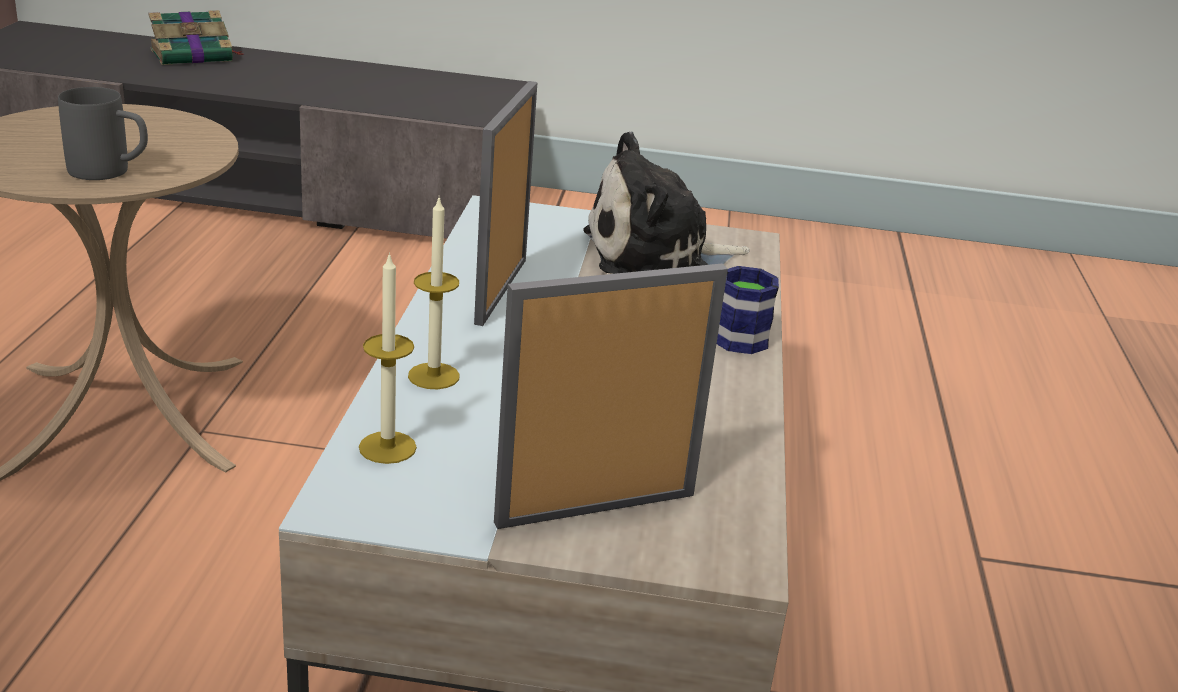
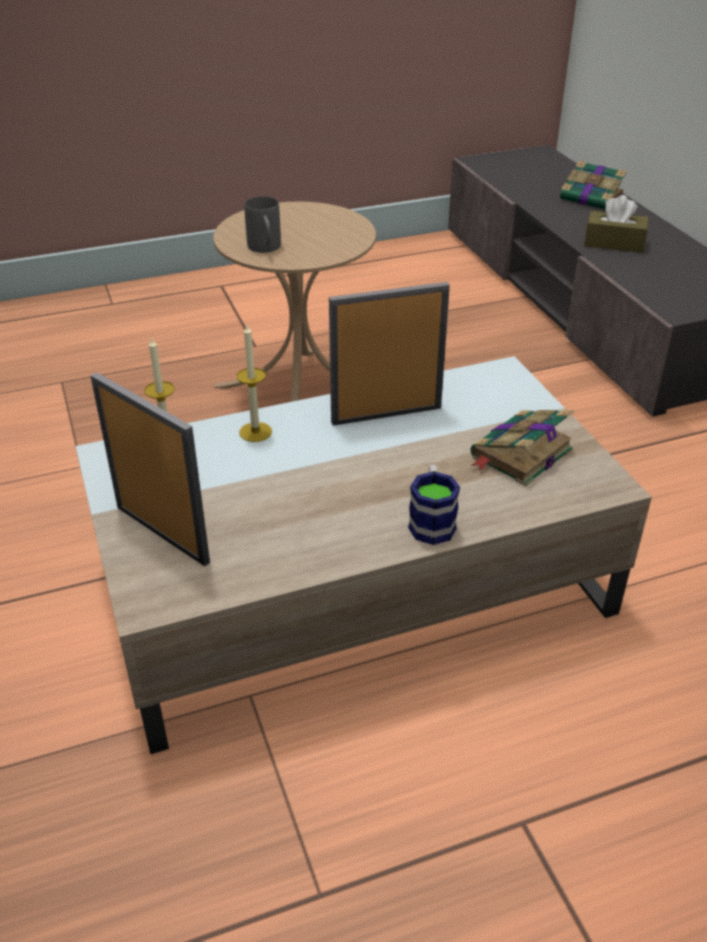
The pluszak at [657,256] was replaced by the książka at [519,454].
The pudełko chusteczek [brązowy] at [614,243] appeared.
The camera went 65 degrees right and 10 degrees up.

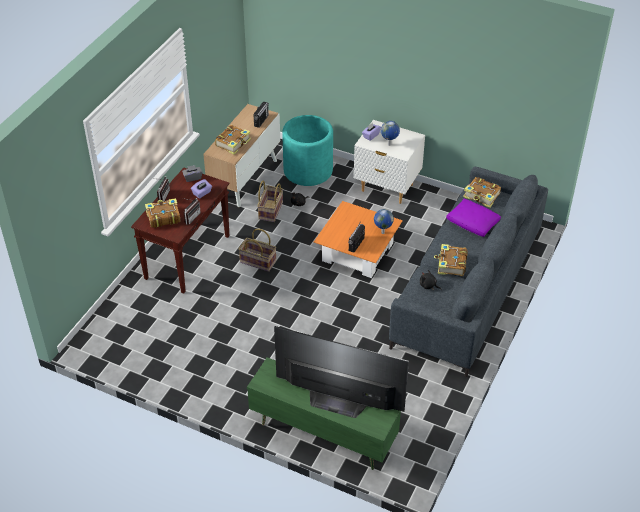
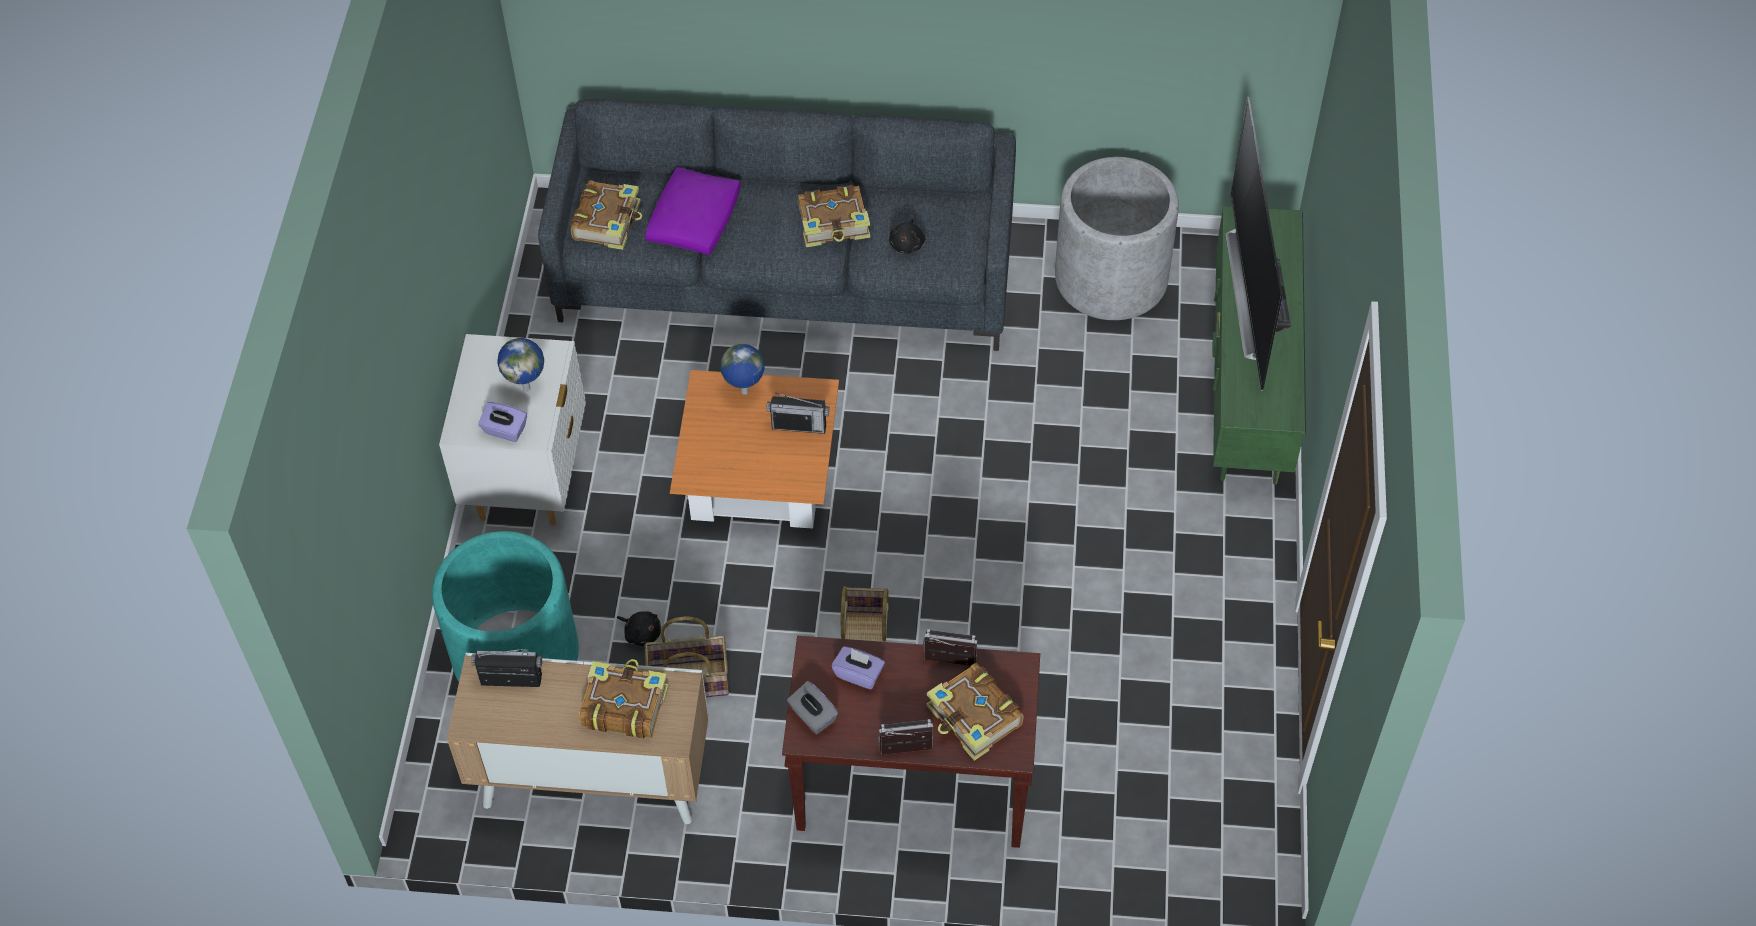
The donica [szary] at [1111,278] appeared.
The camera went 110 degrees left and 10 degrees up.

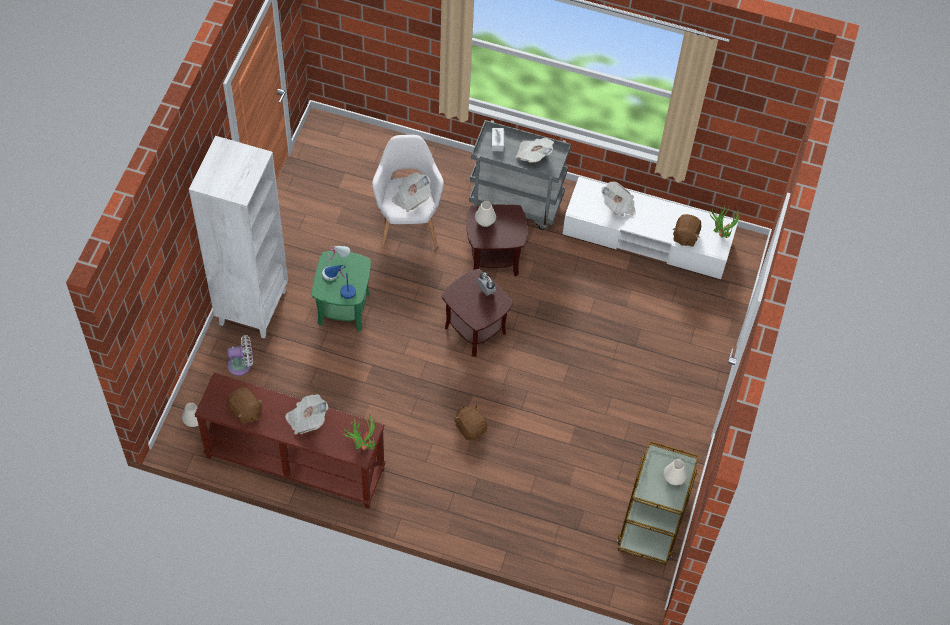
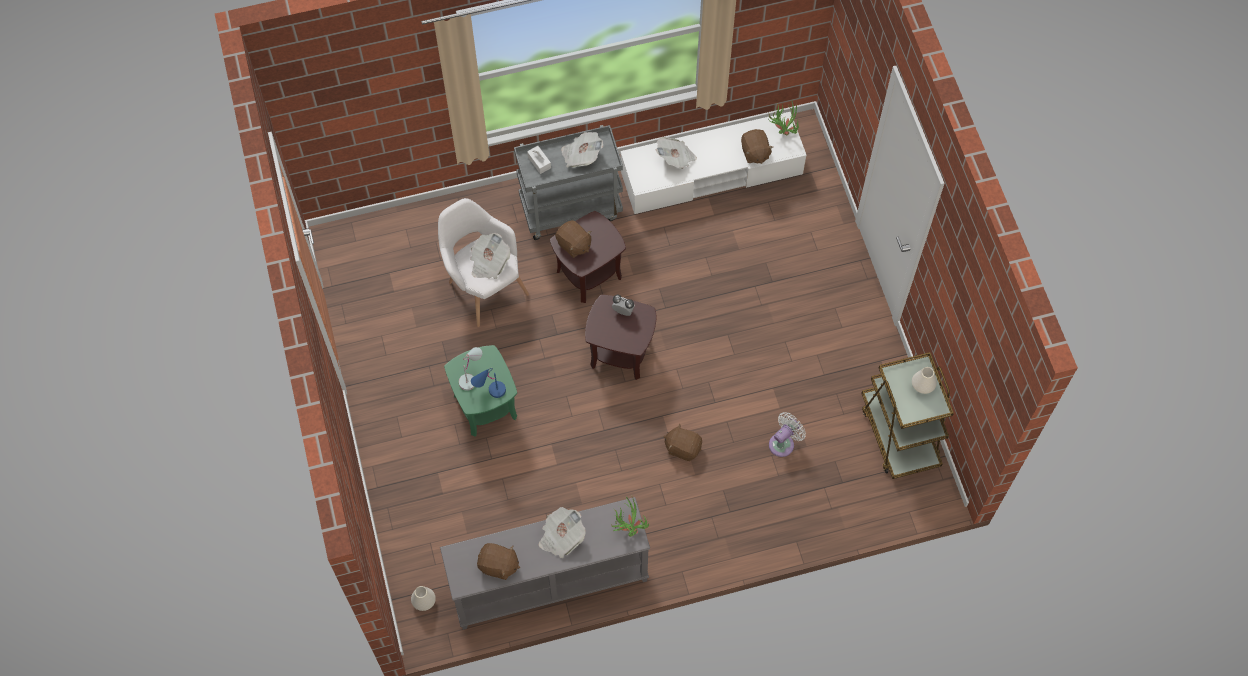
The regał [biały] at [252,307] disappeared.
The stolik konsolowy [brązowy] at [294,464] became the stolik konsolowy [szary] at [549,583].
The wentylator [biały] moved from [242,365] to [783,443].
The wazon [biały] at [485,221] was replaced by the pluszak [brązowy] at [573,245].
The camera went 30 degrees left and 5 degrees up.

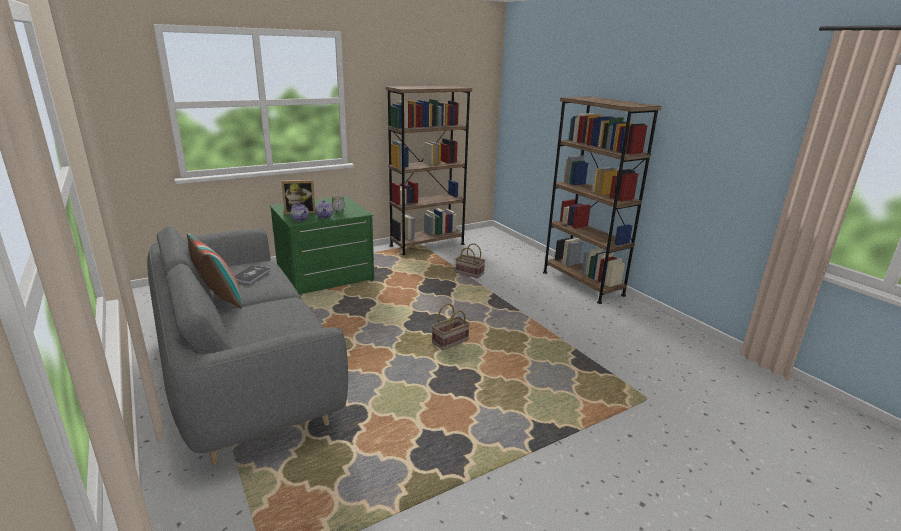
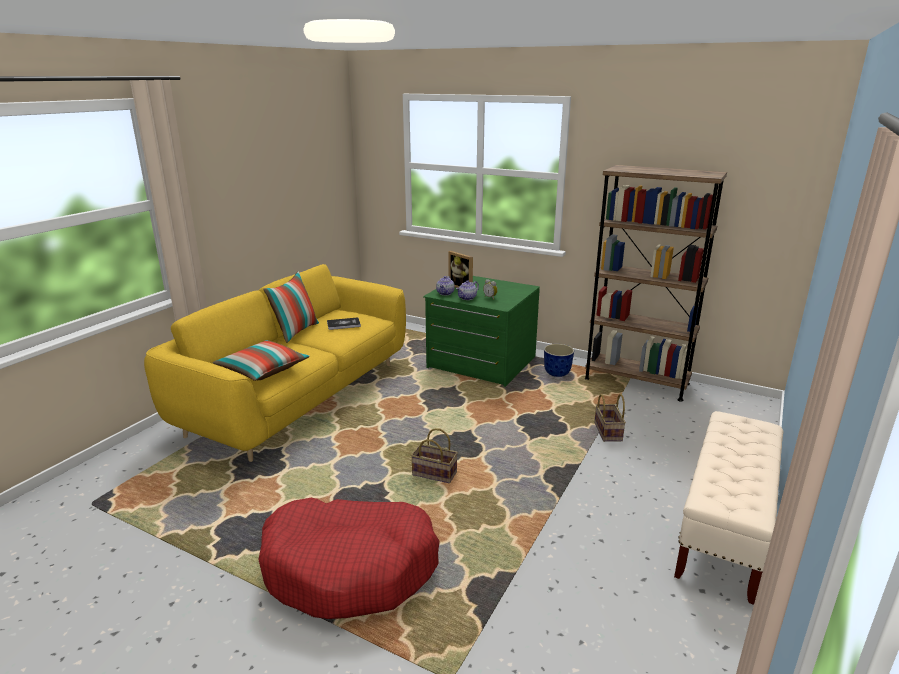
The kanapa [szary] at [243,369] became the kanapa [żółty] at [298,397].
The regał [brązowy] at [582,283] was replaced by the ławka [beżowy] at [724,530].
The poduszka at [263,370] appeared.
The legowisko [czerwony] at [350,568] appeared.
The donica at [557,373] appeared.
The camera went 60 degrees right and 0 degrees up.

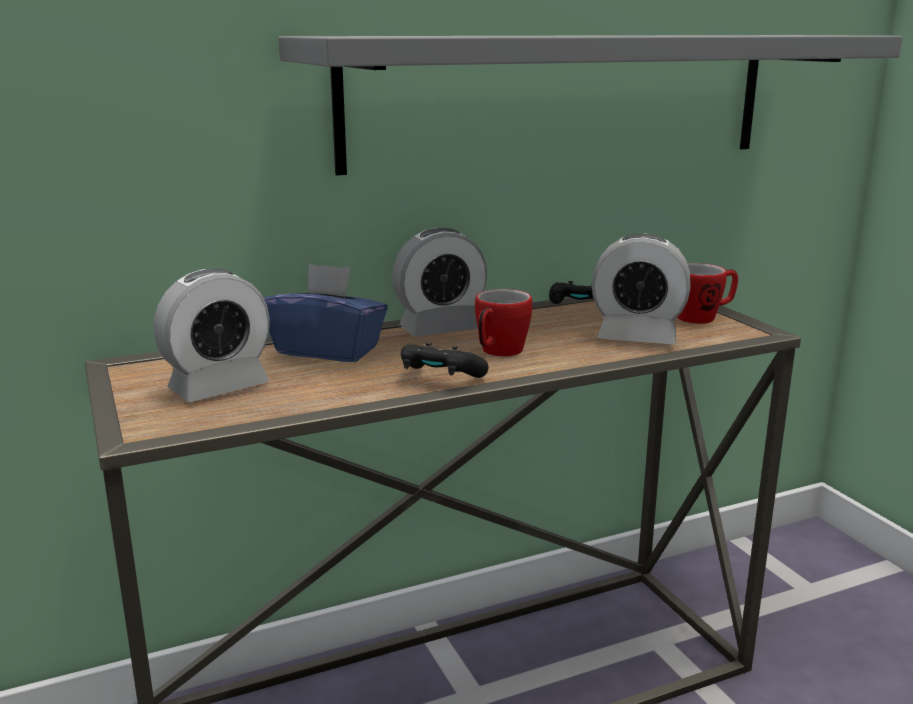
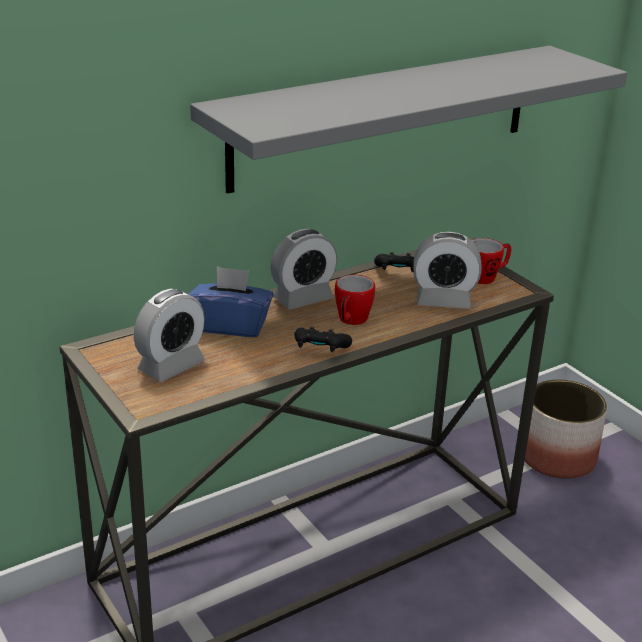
The donica at [558,458] appeared.
The camera went 10 degrees left and 10 degrees up.

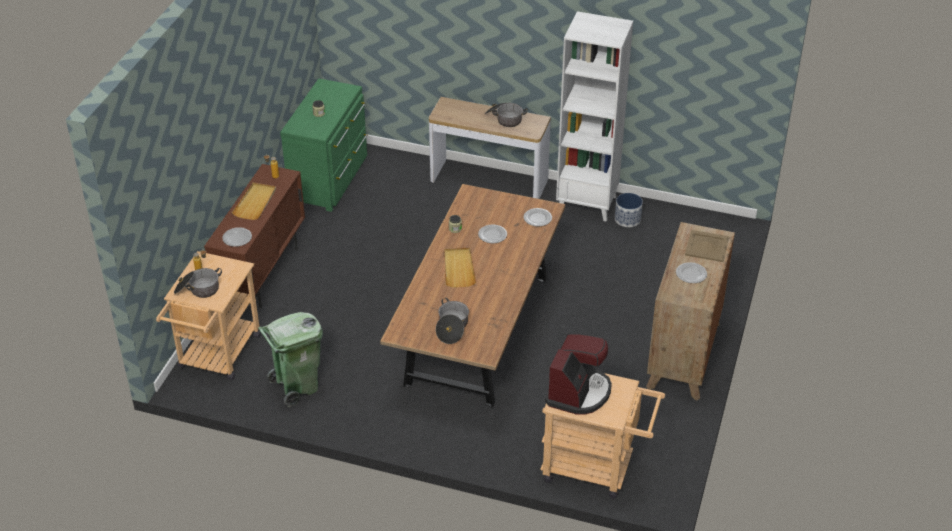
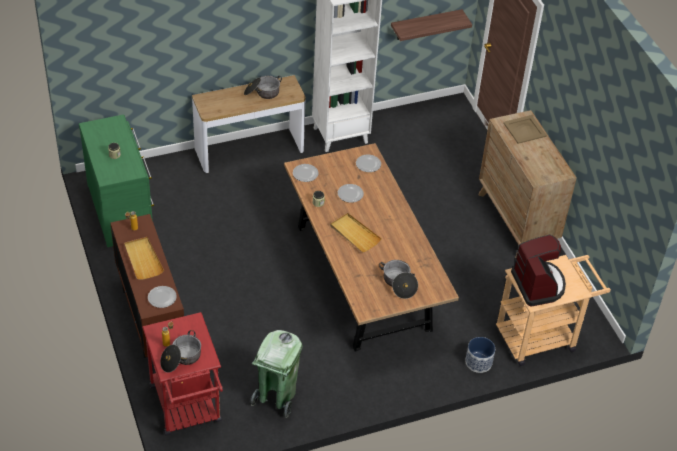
The wózek [beżowy] at [217,356] became the wózek [czerwony] at [187,409].
The donica moved from [627,219] to [478,362].
The talerz moved from [691,274] to [305,173].
The półka at [425,24] appeared.
The camera went 40 degrees left and 5 degrees up.

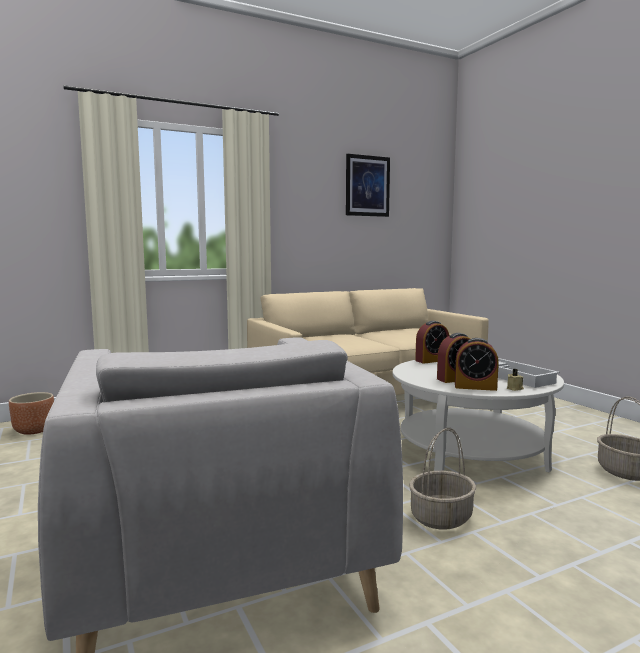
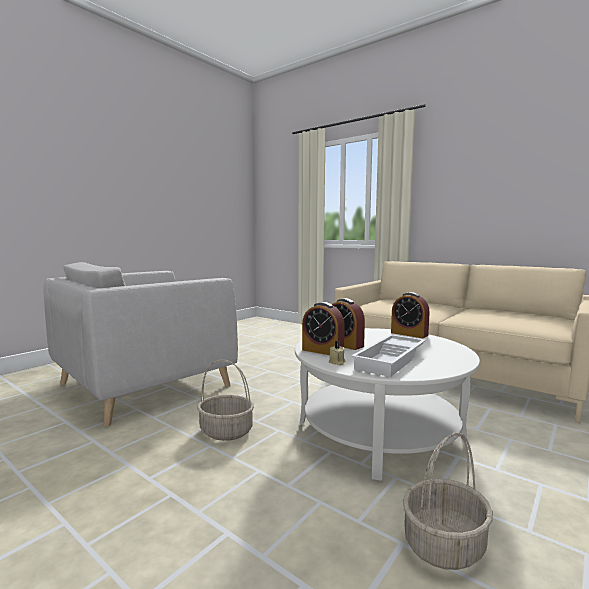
The donica [brązowy] at [34,430] disappeared.
The obraz at [367,186] disappeared.
The budzik at [475,387] turned 45 degrees counterclockwise.
The camera went 65 degrees right and 0 degrees up.

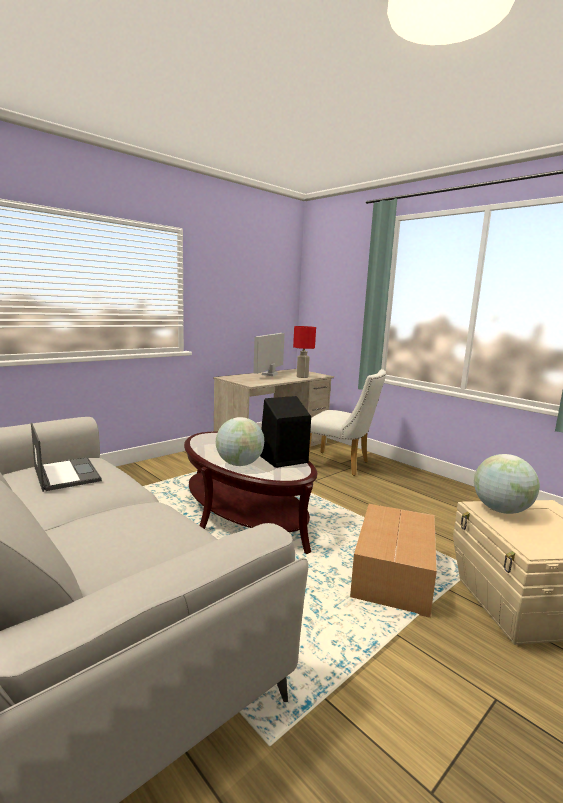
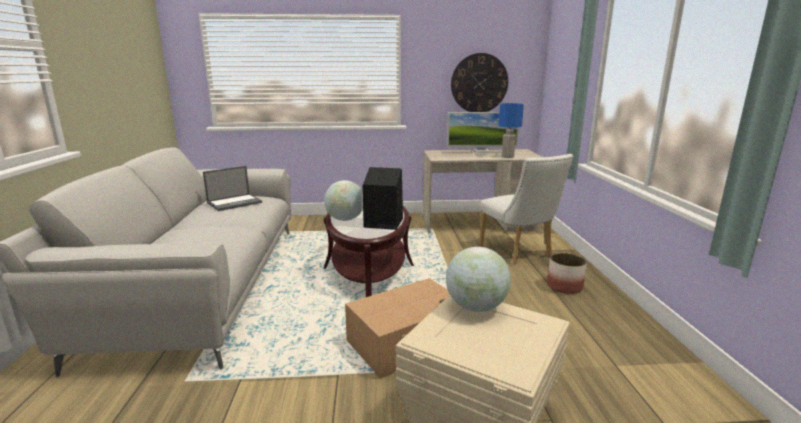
The laptop at [66,474] turned 45 degrees clockwise.
The monitor at [269,374] turned 150 degrees counterclockwise.
The lampa stołowa [czerwony] at [302,377] became the lampa stołowa [niebieski] at [508,157].
The zegar ścienny at [479,83] appeared.
The donica at [564,286] appeared.
The camera went 40 degrees right and 5 degrees up.

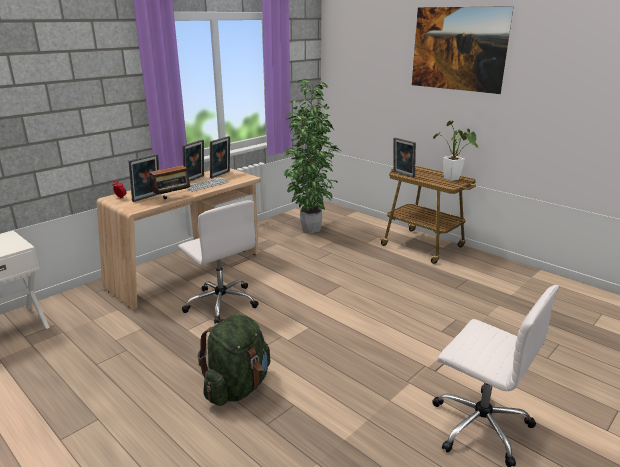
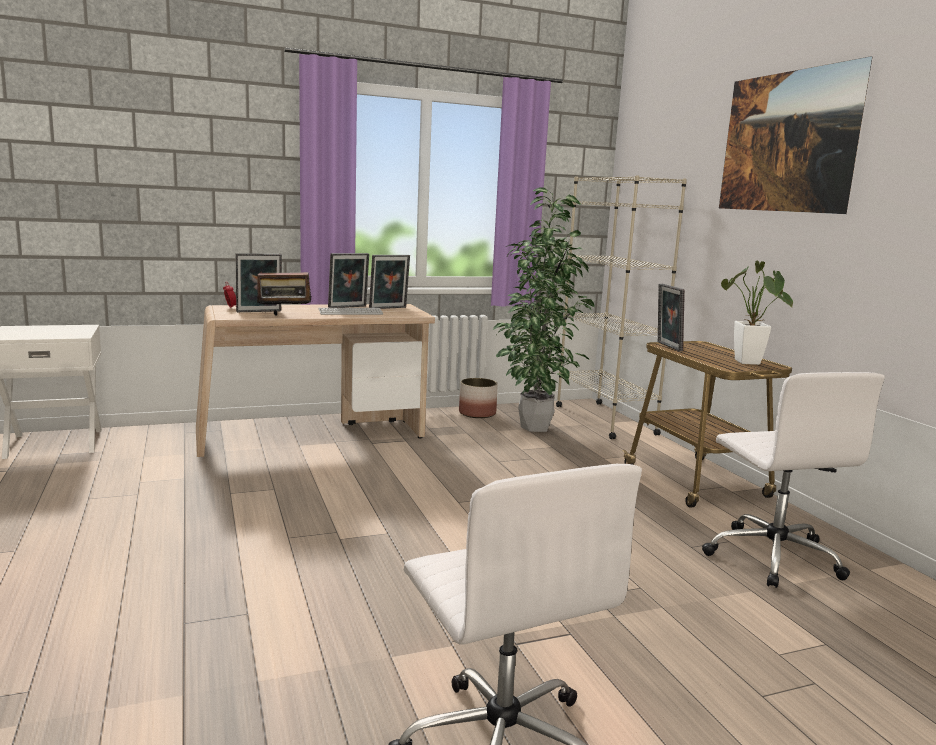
The krzesło biurowe [biały] moved from [221,303] to [772,556].
The plecak [zielony] at [237,387] disappeared.
The donica at [477,413] appeared.
The regał [beżowy] at [604,419] appeared.
The camera went 25 degrees right and 10 degrees down.

